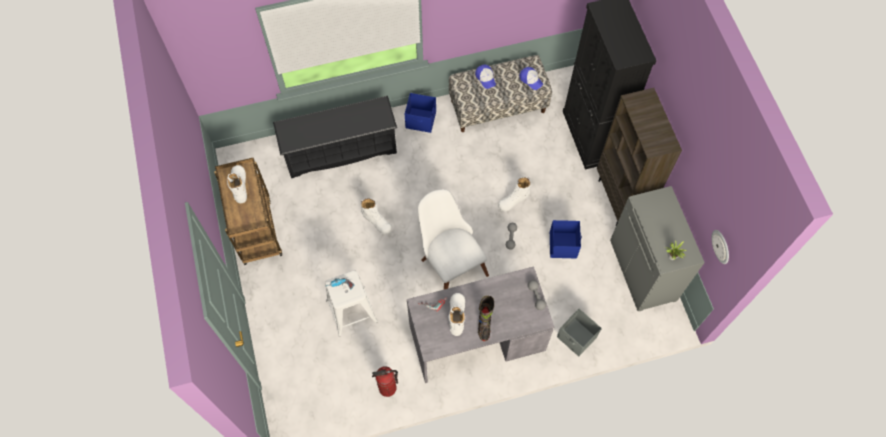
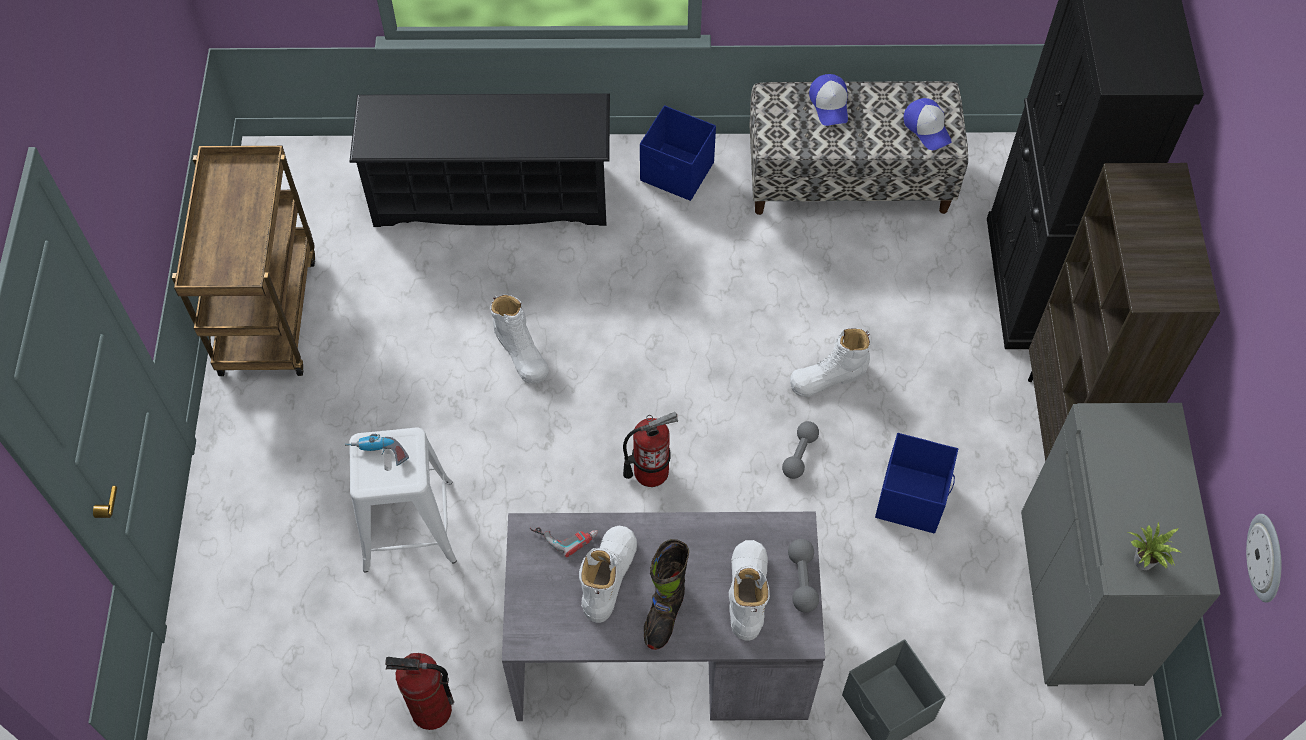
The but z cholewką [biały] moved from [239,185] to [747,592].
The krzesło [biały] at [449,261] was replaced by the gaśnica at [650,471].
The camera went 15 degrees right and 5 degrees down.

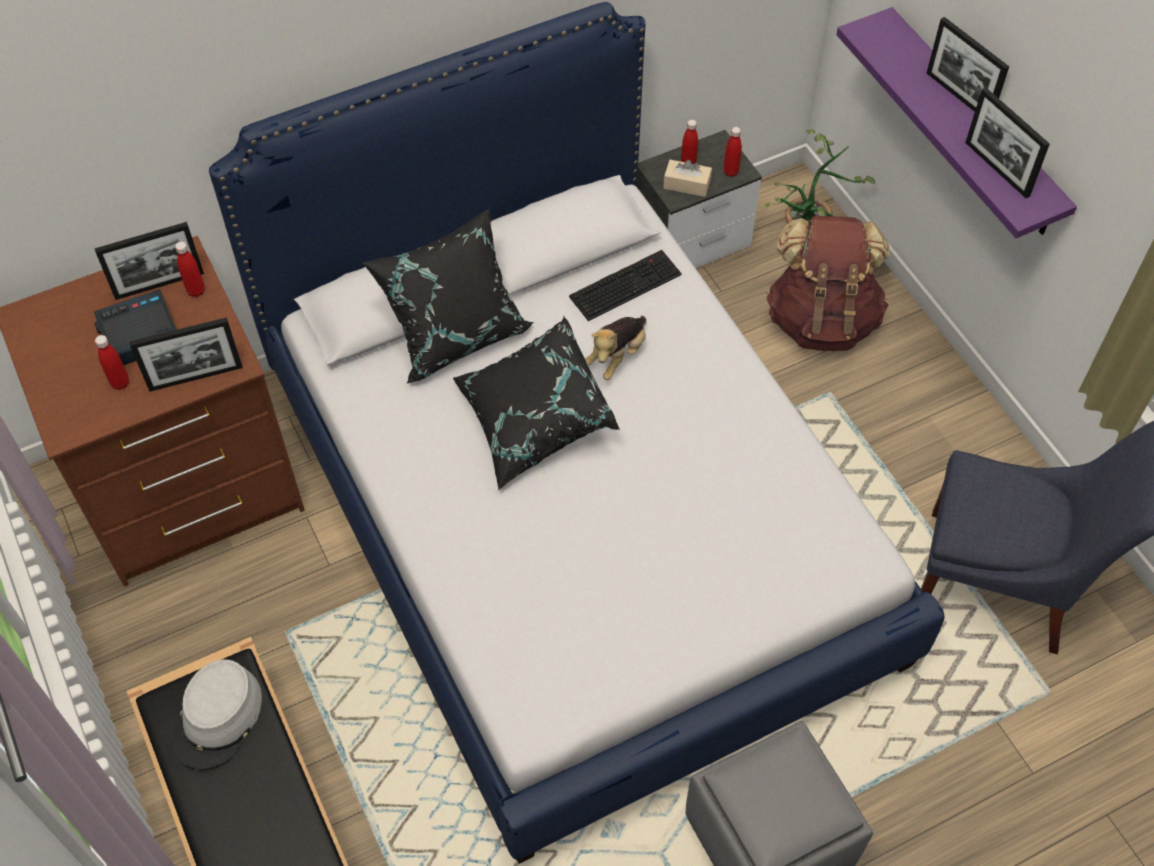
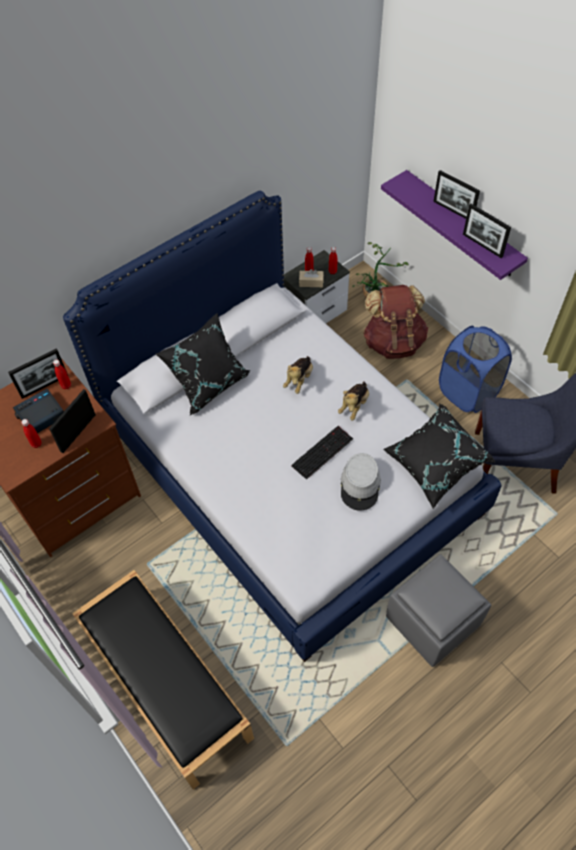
The ramka na zdjęcie at [195,377] turned 150 degrees clockwise.
The kapelusz [szary] moved from [218,719] to [360,485].
The poduszka [czarny] moved from [533,420] to [434,464].
The klawiatura moved from [625,284] to [322,451].
The pluszak at [354,405] appeared.
The kosz na pranie [niebieski] at [468,392] appeared.
The camera went 10 degrees left and 0 degrees up.

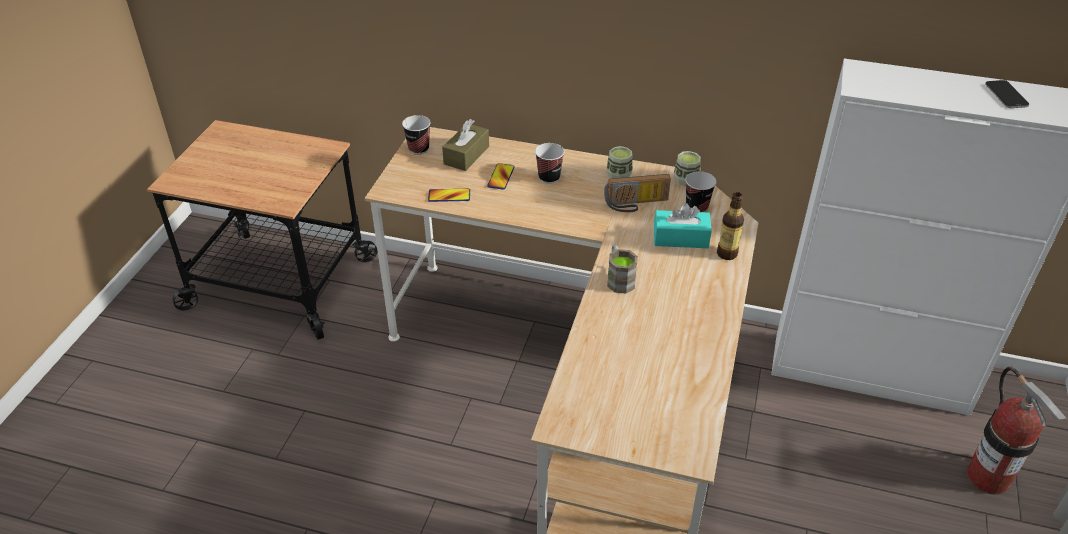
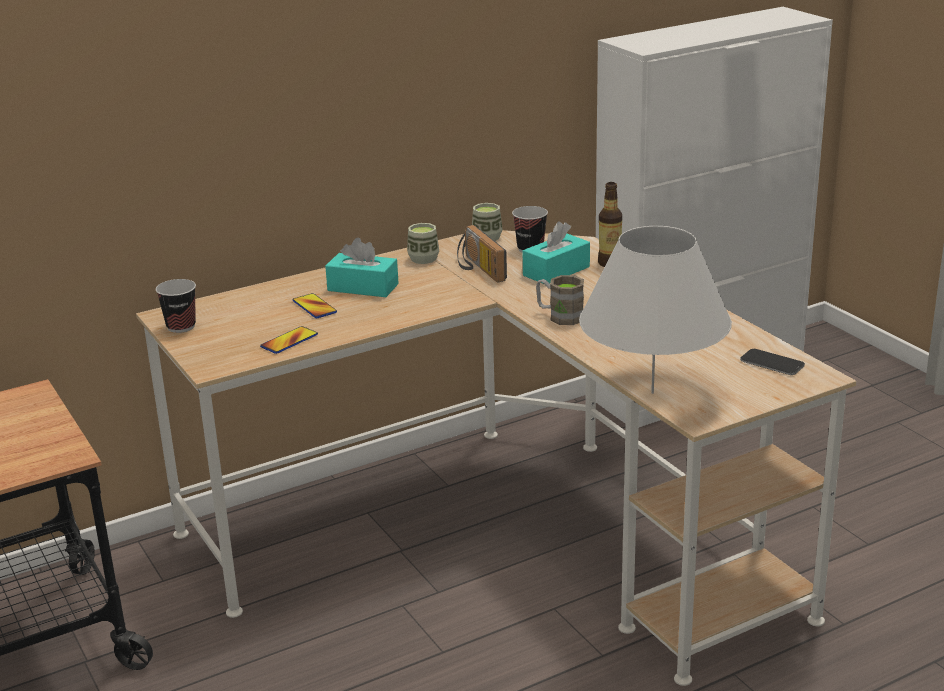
The pudełko chusteczek [brązowy] at [466,155] disappeared.
The filiżanka at [549,177] was replaced by the pudełko chusteczek [turkusowy] at [363,287].
The radio at [636,204] turned 120 degrees clockwise.
The gaśnica at [988,477] disappeared.
The telefon moved from [1006,95] to [772,363].
The lampa stołowa [biały] at [652,393] appeared.
The camera went 45 degrees left and 15 degrees down.

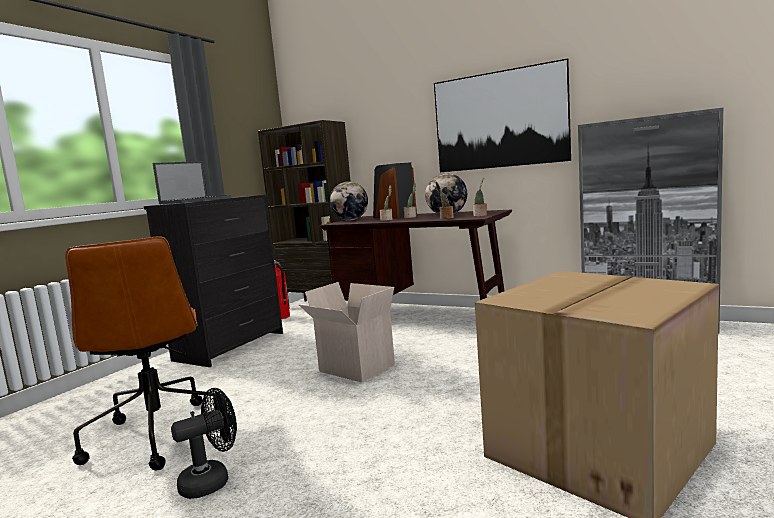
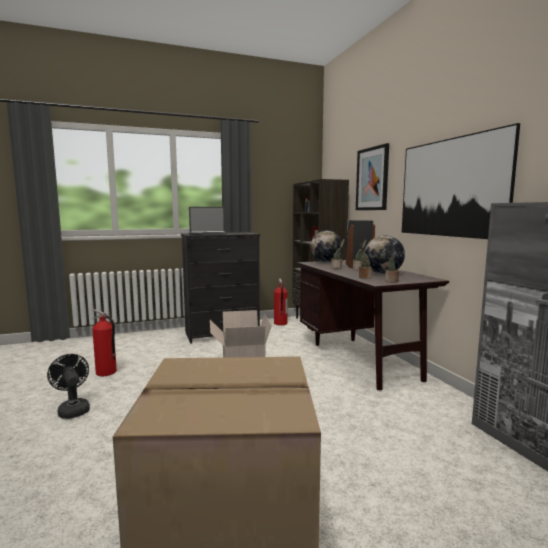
The krzesło biurowe [brązowy] at [158,434] was replaced by the gaśnica at [106,373].
The wentylator [czarny] at [212,481] turned 135 degrees counterclockwise.
The obraz at [372,179] appeared.
The camera went 40 degrees right and 0 degrees up.

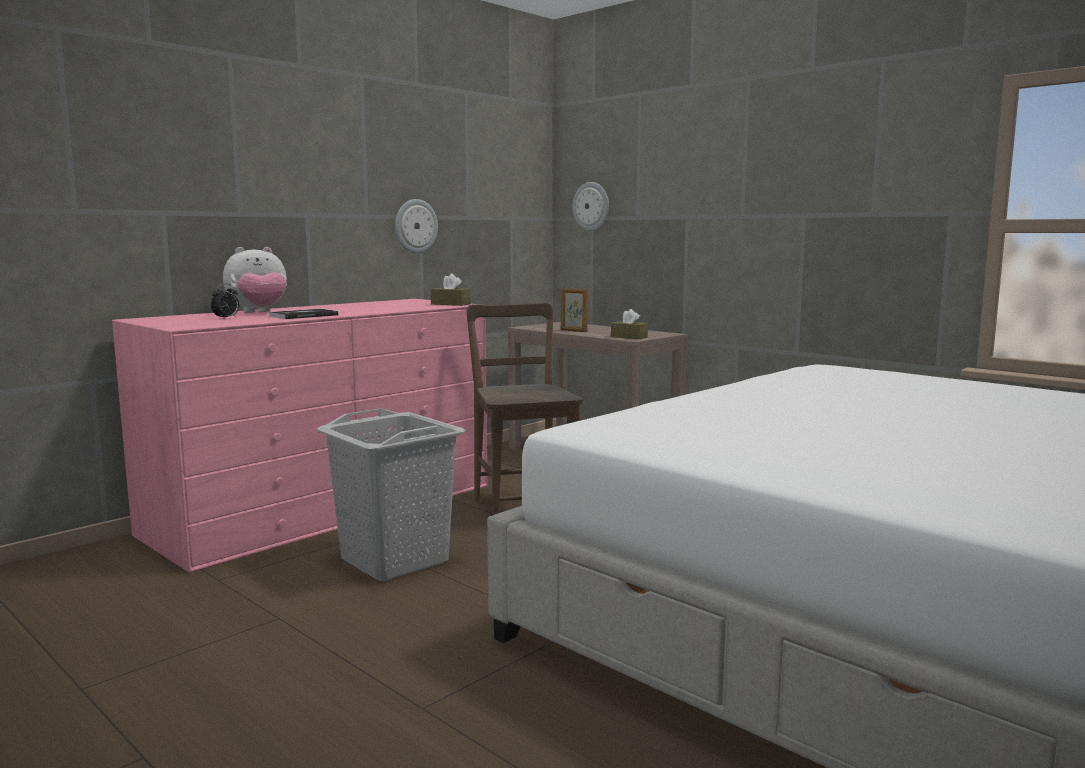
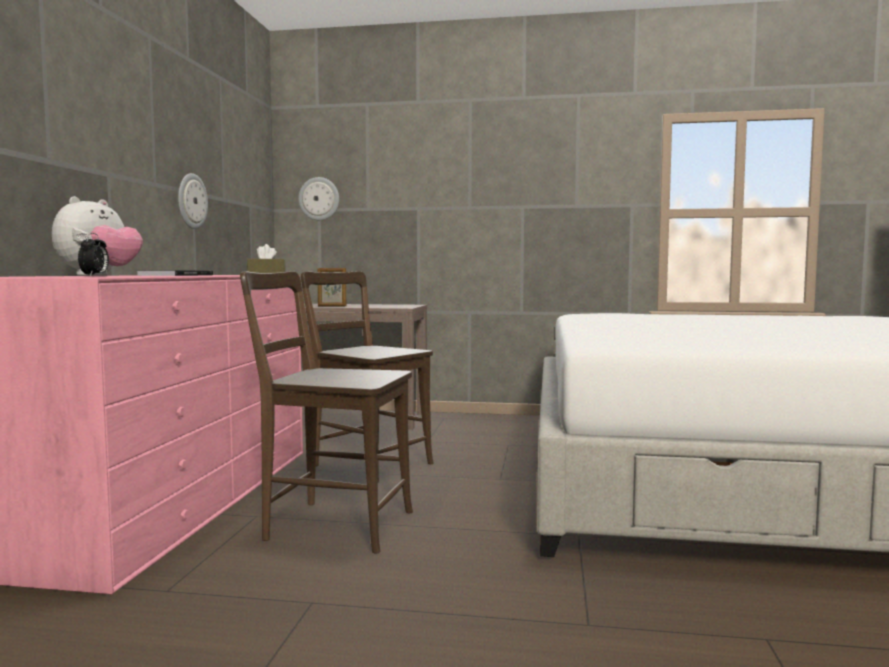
The kosz na pranie [szary] at [395,560] was replaced by the krzesło [brązowy] at [332,524].
The pudełko chusteczek [brązowy] at [629,337] disappeared.
The camera went 35 degrees left and 5 degrees down.

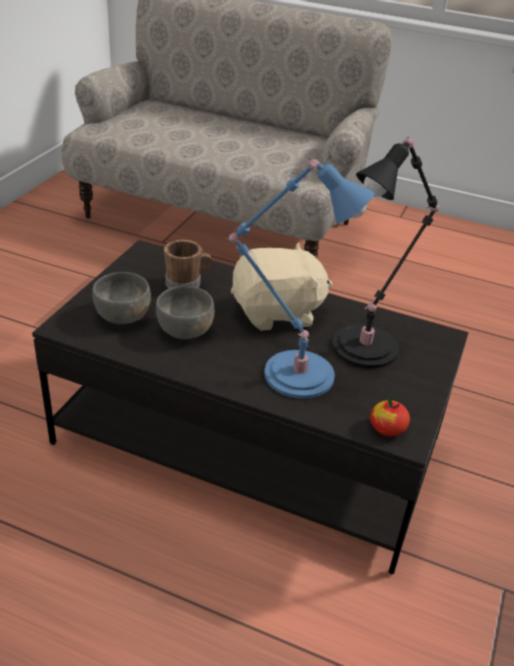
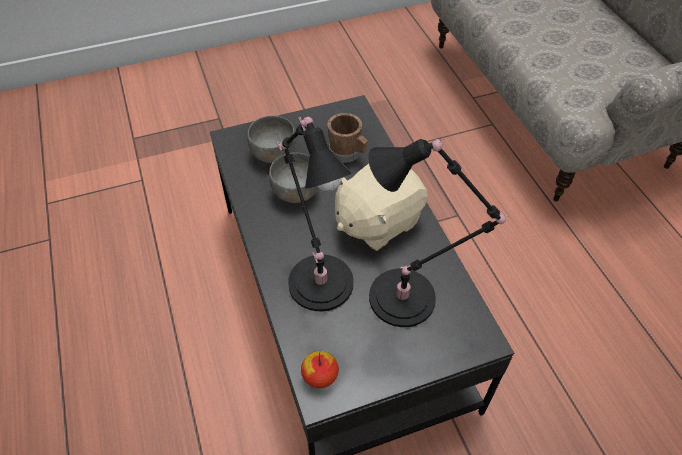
The lampa stołowa [niebieski] at [293,373] became the lampa stołowa [czarny] at [318,278].
The pluszak [beżowy] at [277,313] turned 105 degrees clockwise.
The camera went 50 degrees right and 15 degrees up.

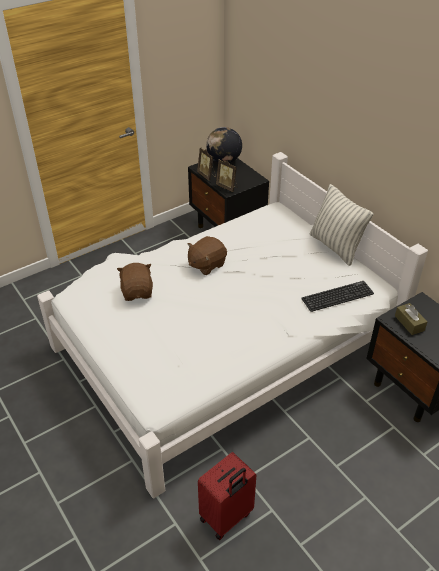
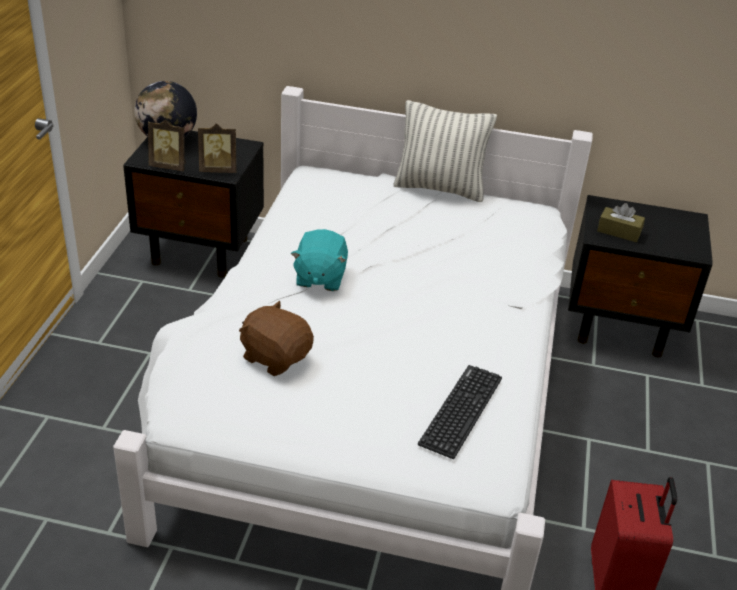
The pluszak [brązowy] at [206,264] became the pluszak [turkusowy] at [319,278].
The klawiatura moved from [337,296] to [461,411].
The camera went 45 degrees left and 5 degrees down.

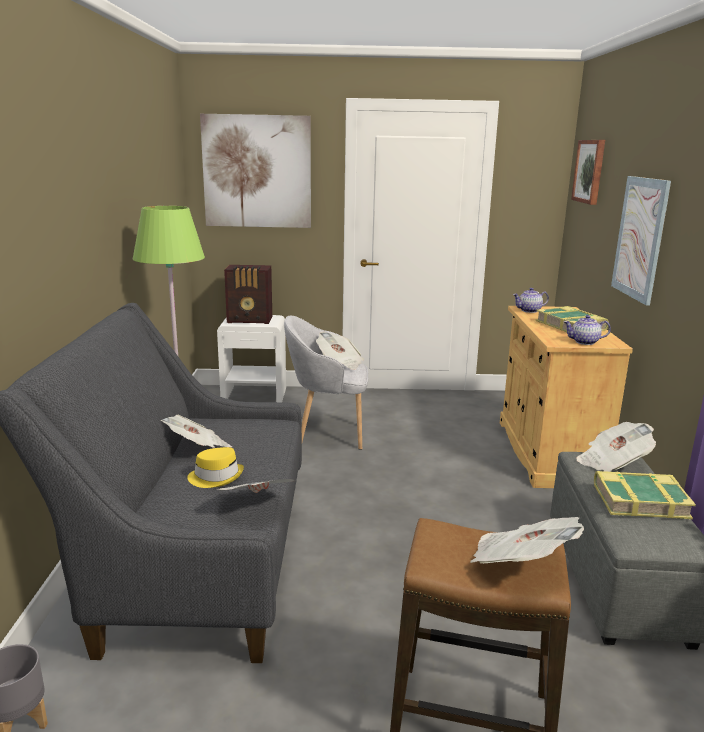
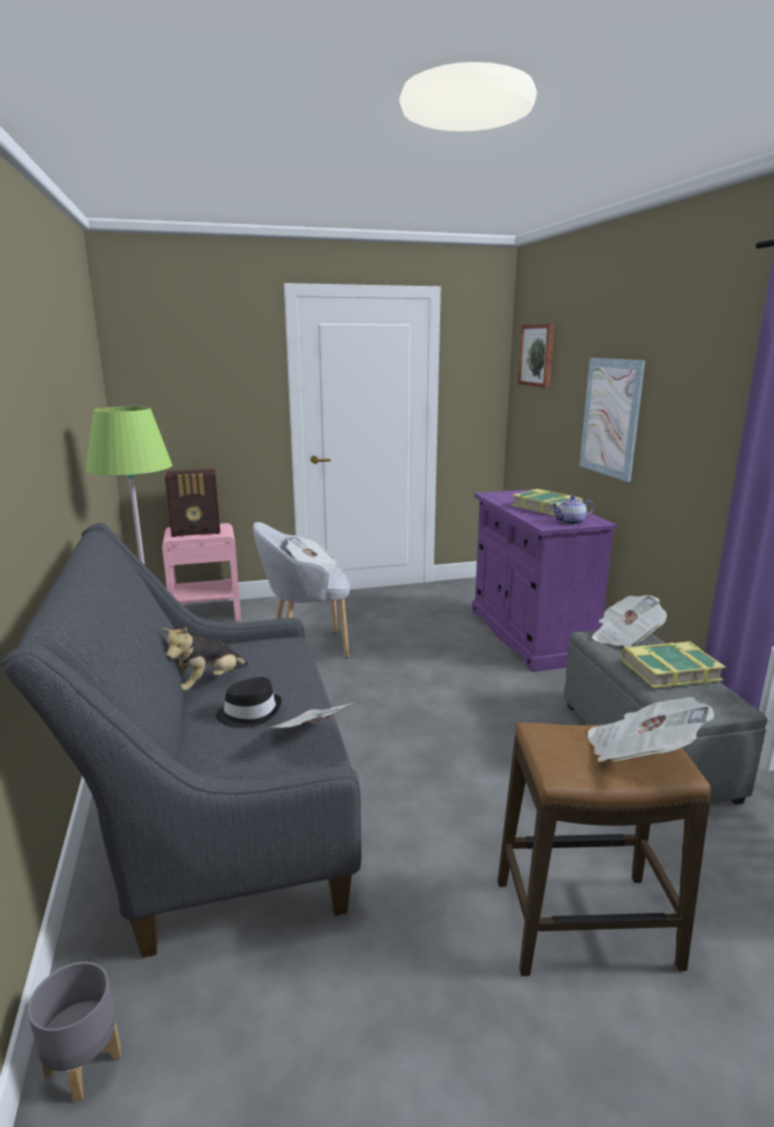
The gazeta at [196,448] was replaced by the pluszak at [207,683].
The kapelusz [żółty] at [216,477] became the kapelusz [czarny] at [250,713].
The obraz at [257,172] disappeared.
The szafka nocna [biały] at [255,395] became the szafka nocna [różowy] at [207,613].
The szafka [beżowy] at [547,452] became the szafka [fioletowy] at [529,635].
The imbryk at [529,311] disappeared.
The camera went 15 degrees left and 0 degrees up.

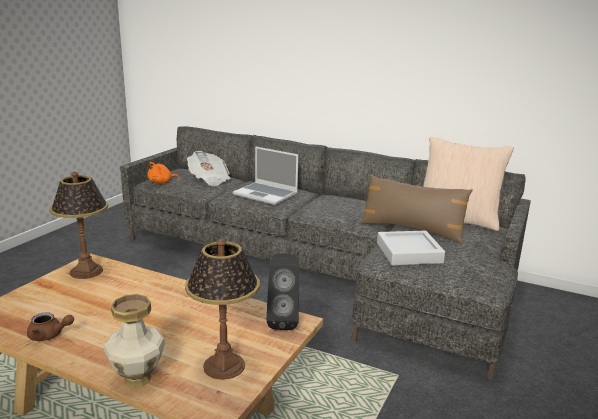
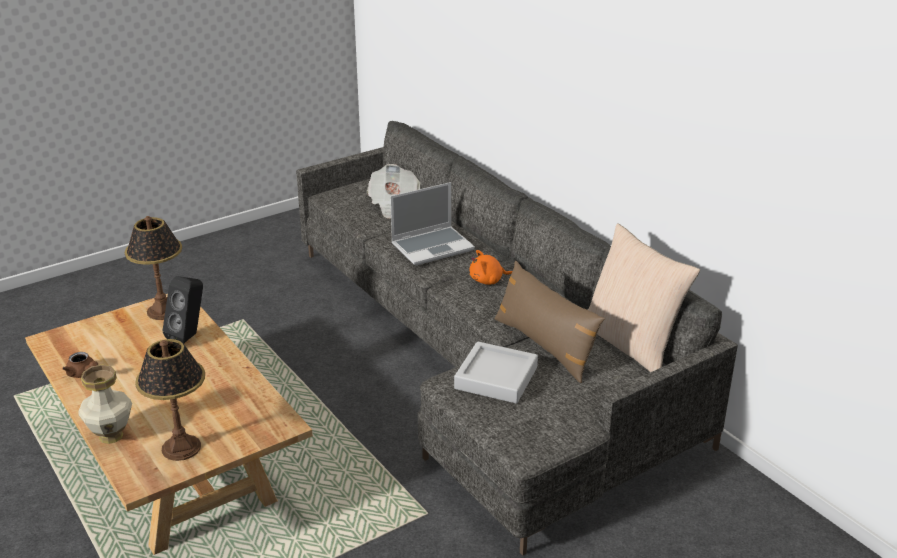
The pluszak [pomarańczowy] moved from [161,182] to [488,281].
The laptop at [266,194] turned 90 degrees counterclockwise.
The głośnik [czarny] moved from [283,321] to [189,336].
The camera went 30 degrees right and 10 degrees up.

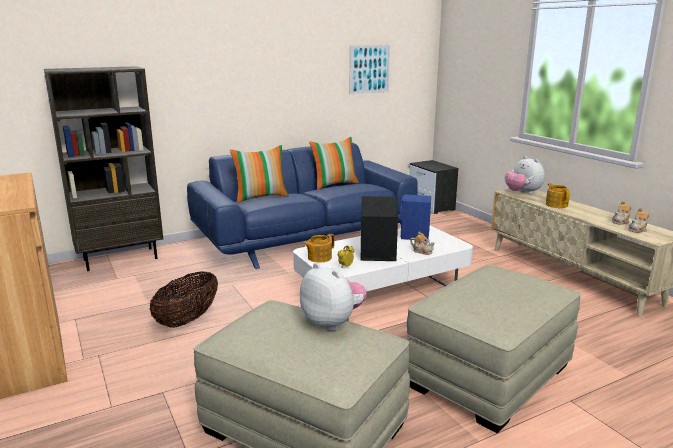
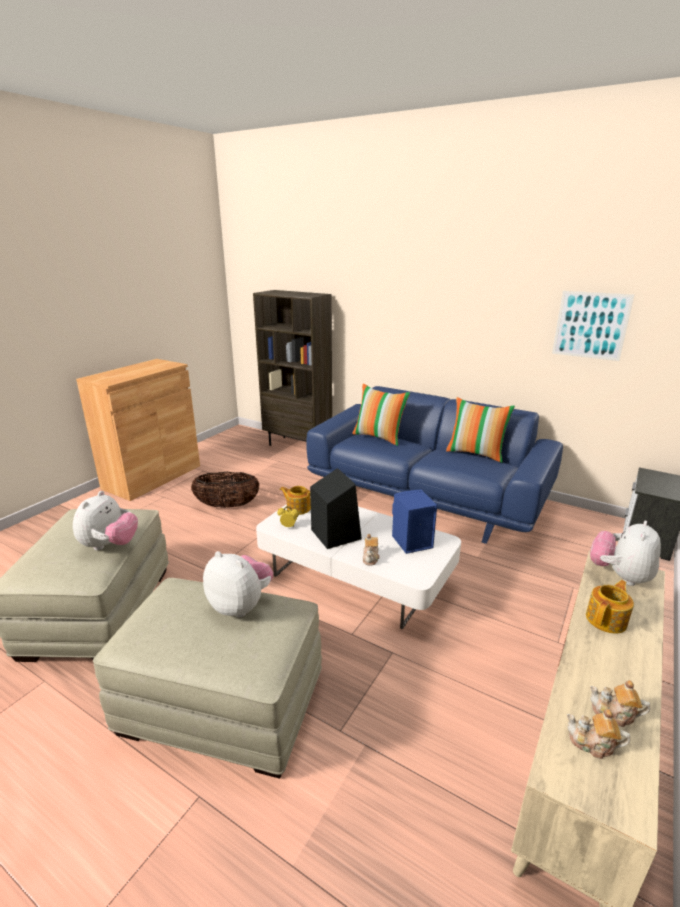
The pluszak at [241,605] appeared.
The camera went 60 degrees right and 5 degrees up.

